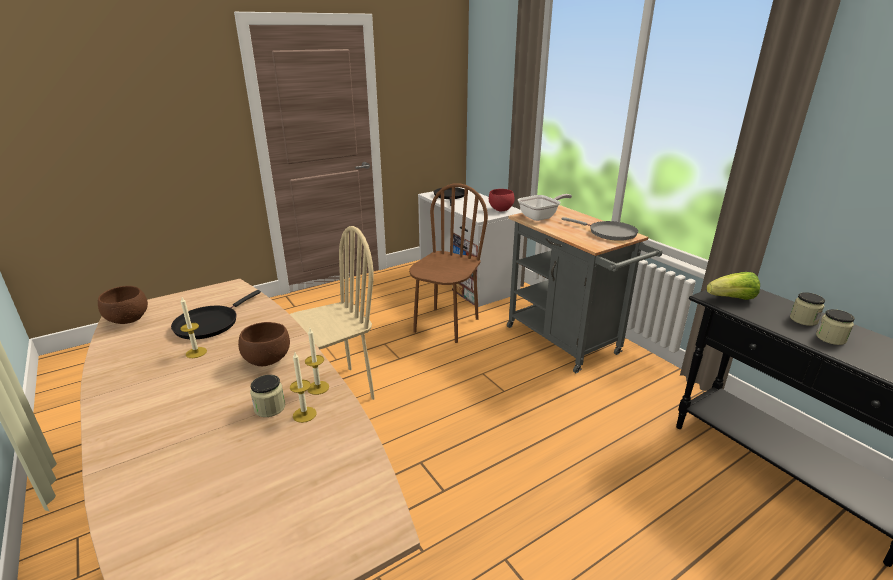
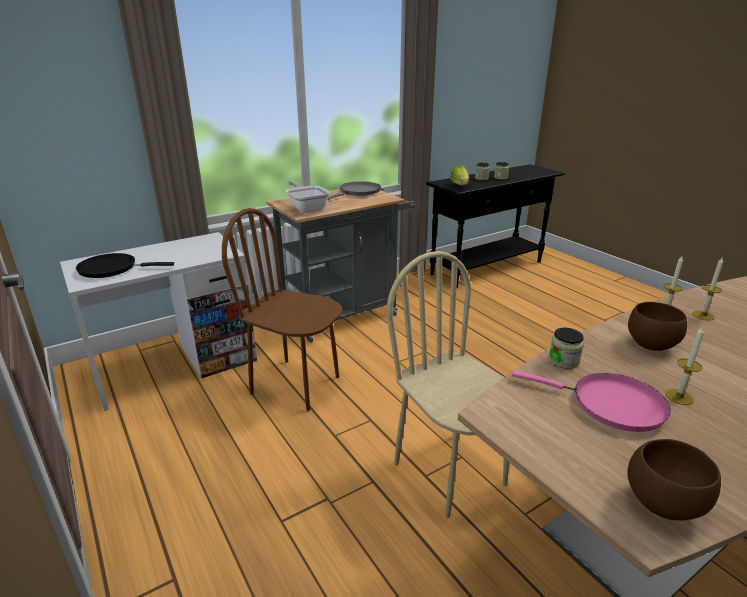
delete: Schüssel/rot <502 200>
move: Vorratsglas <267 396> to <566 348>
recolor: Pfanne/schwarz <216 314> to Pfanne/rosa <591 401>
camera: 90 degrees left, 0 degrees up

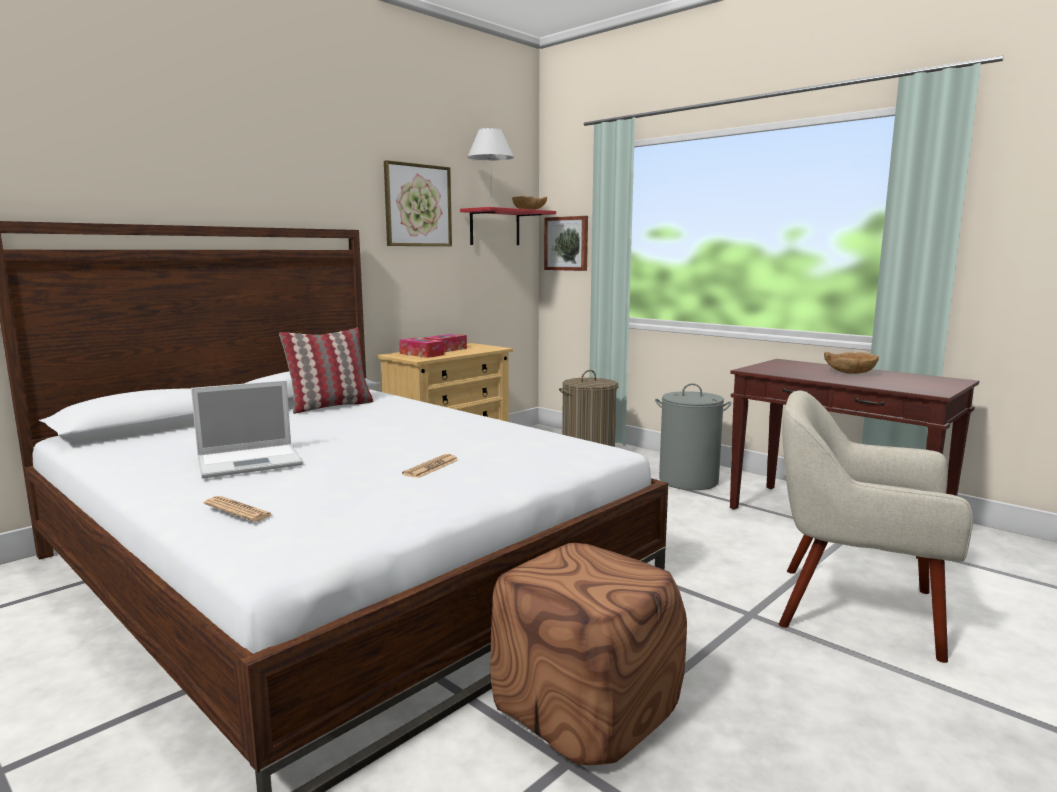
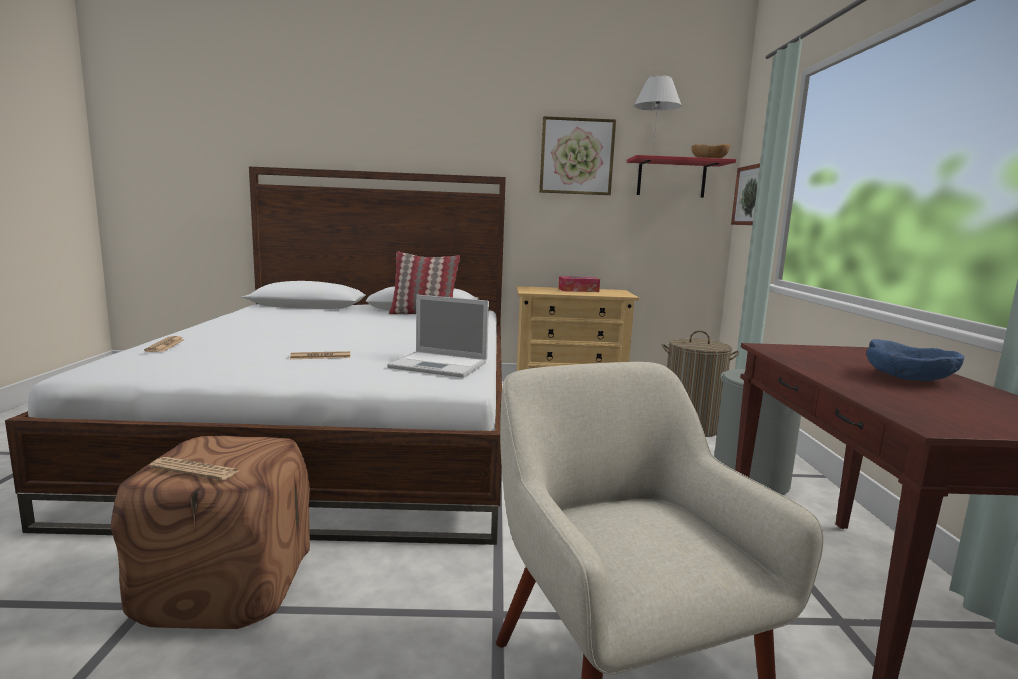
delete: Taschentuchbox <421 348>
insert: Zeitung <194 468>
move: Laptop <247 429> to <438 336>
recolor: Schüssel/braun <851 363> to Schüssel/blau <915 360>
camera: 45 degrees right, 0 degrees up

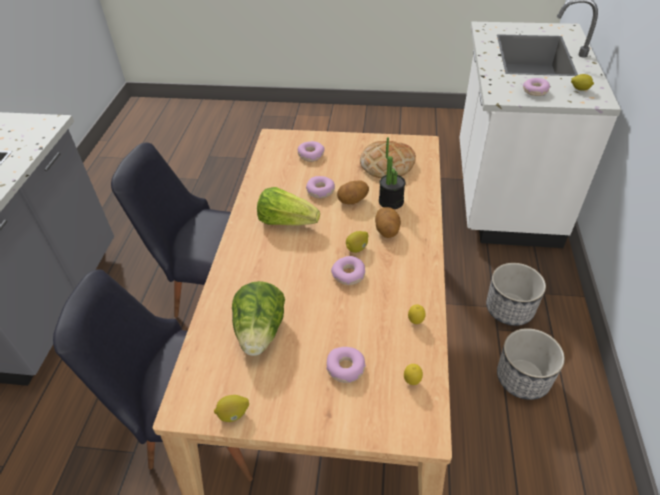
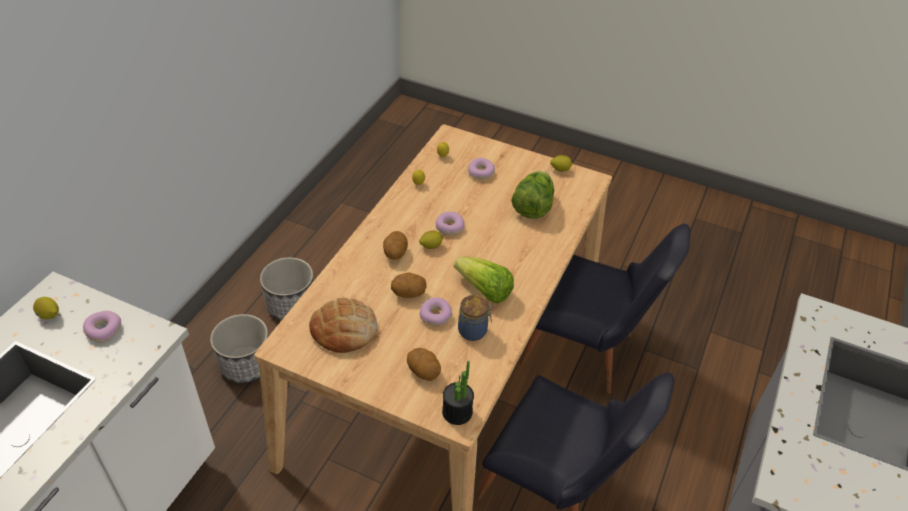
insert: Vorratsglas <475 318>
move: Topfpflanze <392 173> to <458 393>
replace: Donut <311 151> to Kartoffel <424 364>
camera: 165 degrees left, 0 degrees up

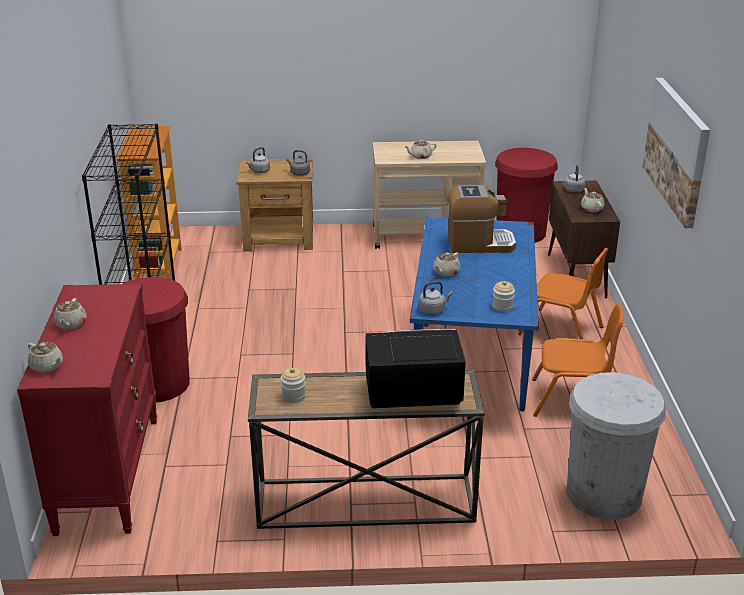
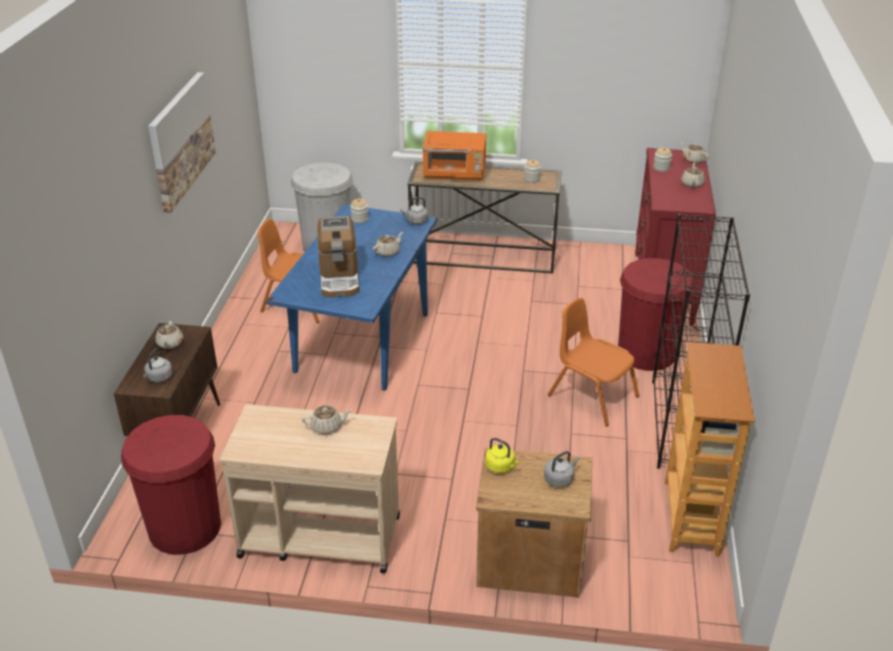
insert: Vorratsglas <662 159>
move: Stuhl/orange <563 293> to <593 362>
recolor: Wasserkessel/grau <298 163> to Wasserkessel/gelb <502 455>; Mikrowelle/schwarz <416 368> to Mikrowelle/orange <454 155>
rotate: Kaffeemaschine <481 219> = <338 257> 105 degrees counterclockwise
camera: 170 degrees left, 5 degrees up

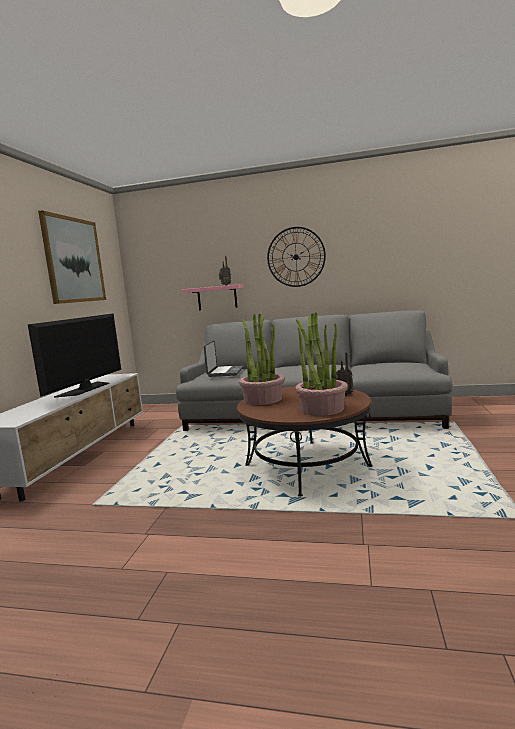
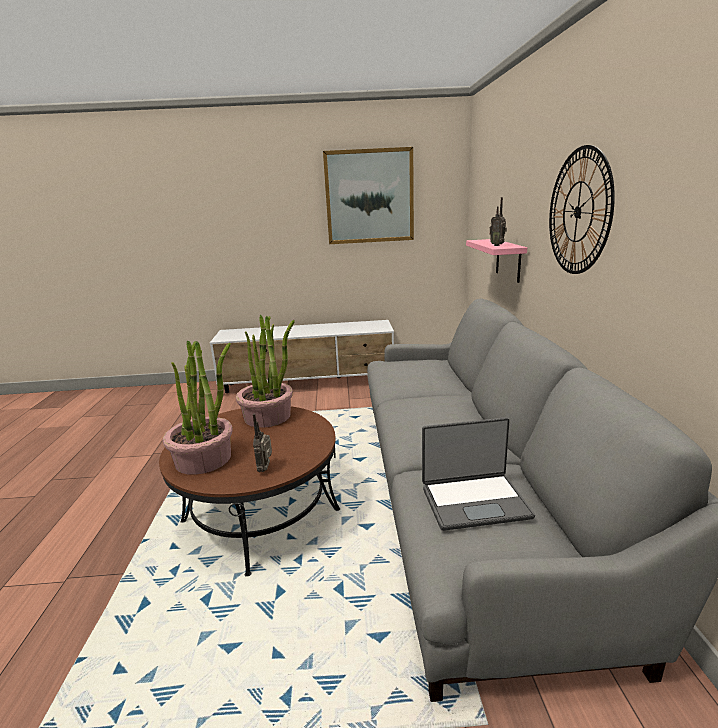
delete: Fernseher <74 356>
move: Laptop <224 358> to <478 474>
camera: 75 degrees right, 10 degrees up

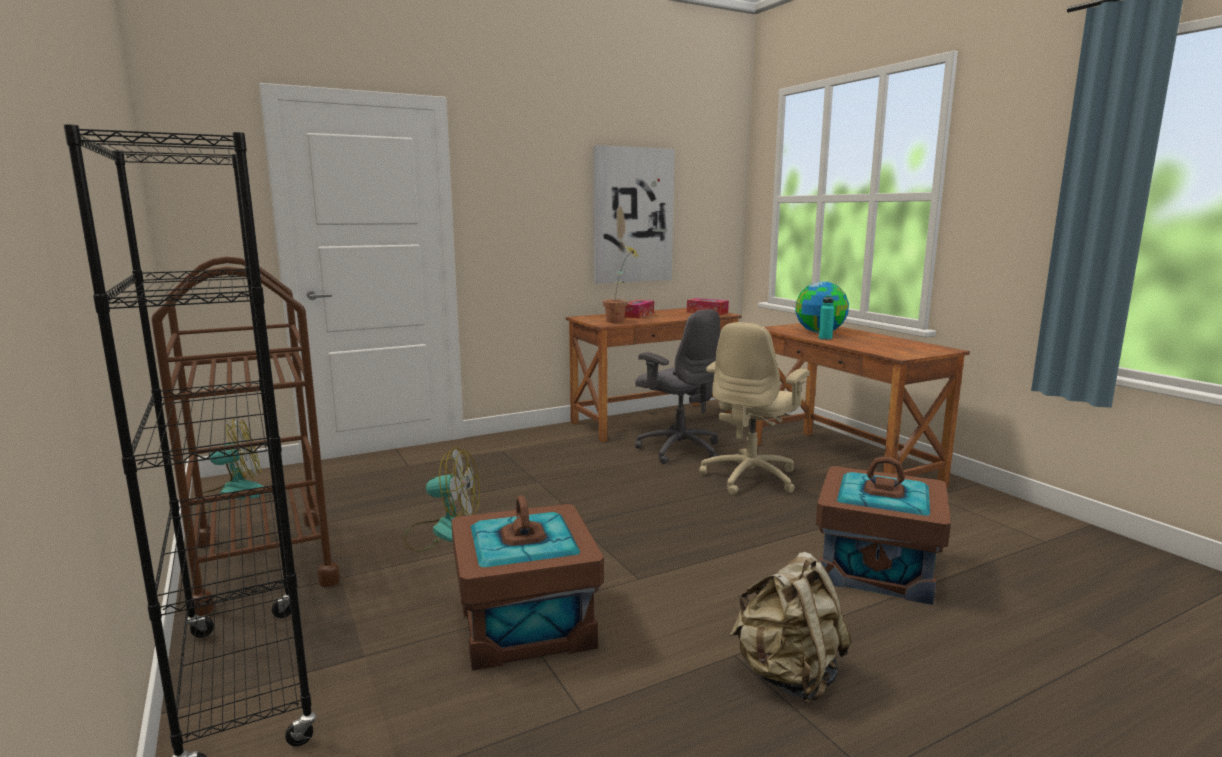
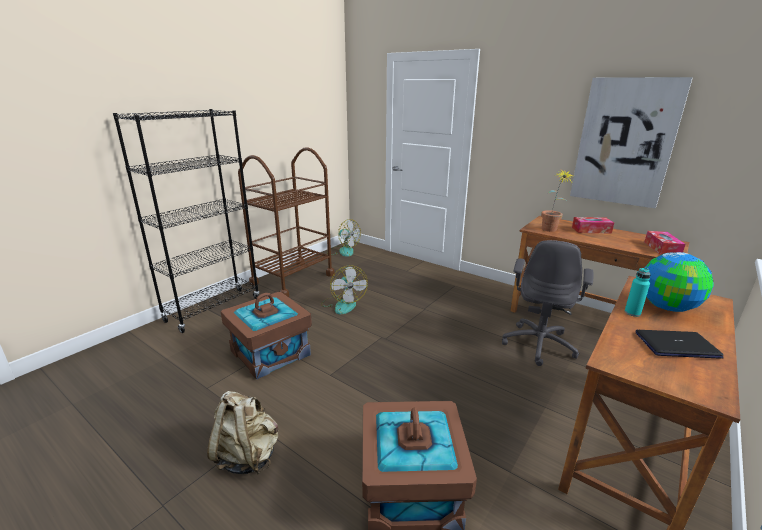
delete: Bürostuhl/beige <755 408>
insert: Laptop <680 344>
camera: 65 degrees right, 10 degrees up

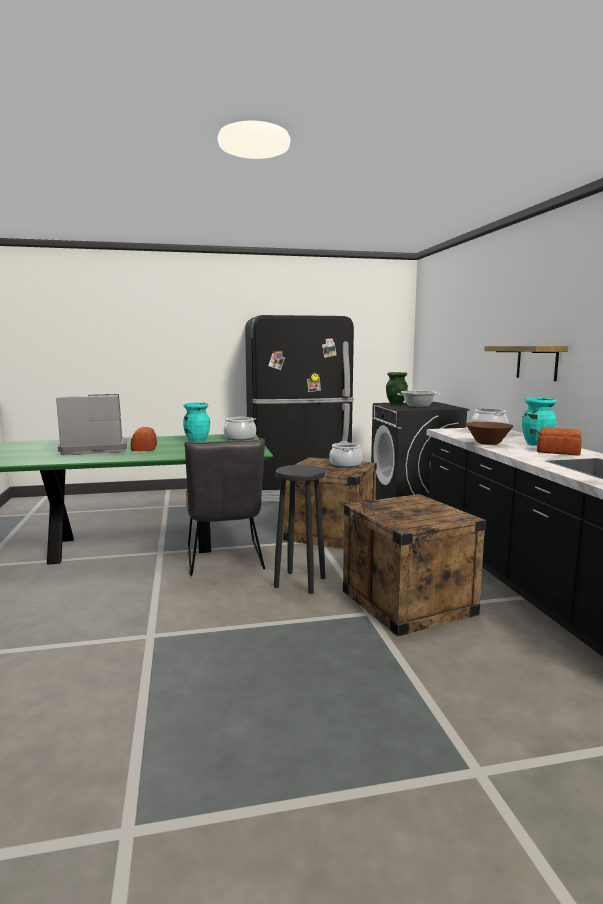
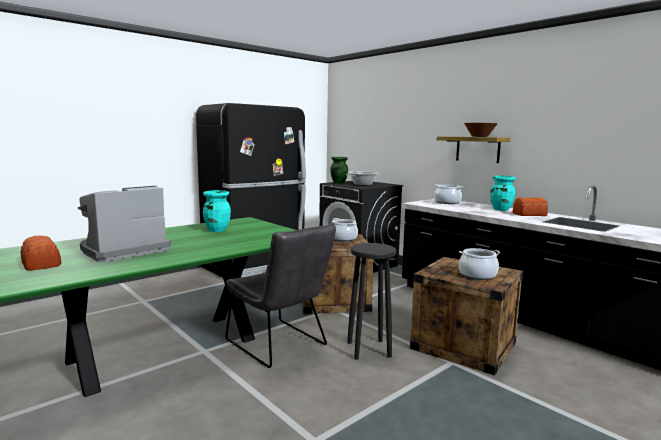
move: Kochtopf <239 429> to <479 264>; Schüssel/braun <489 433> to <481 130>; Brot <144 439> to <41 253>
camera: 30 degrees left, 0 degrees up

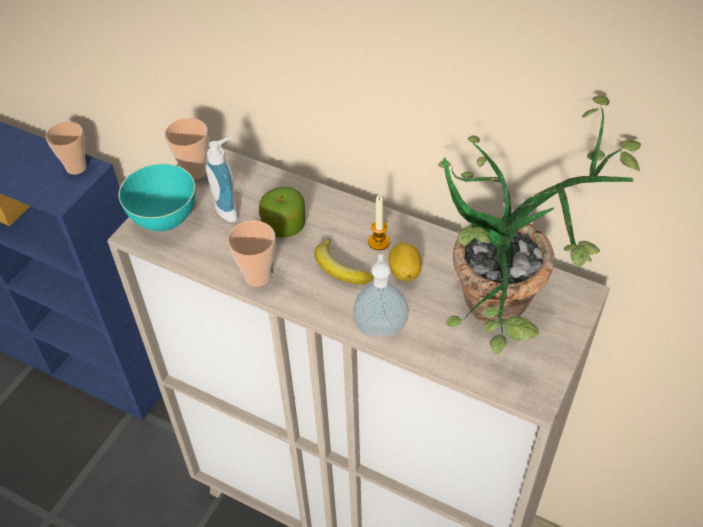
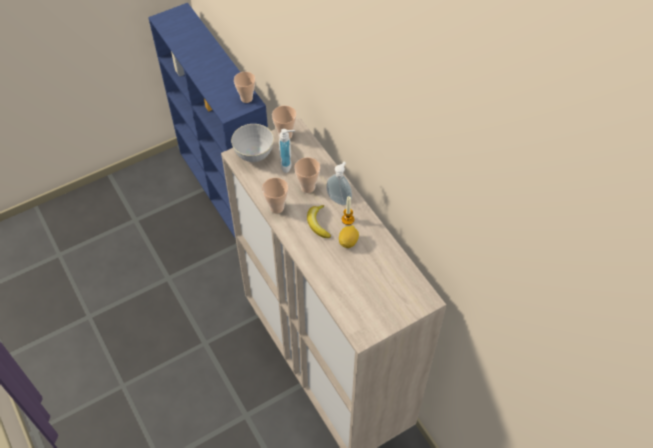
delete: Topfpflanze <539 224>
move: Seifenspender <381 295> to <339 183>
replace: Apfel <282 212> to Tasse <307 175>
recolor: Schüssel/türkis <156 197> to Schüssel/grau <252 143>
camera: 30 degrees right, 5 degrees up

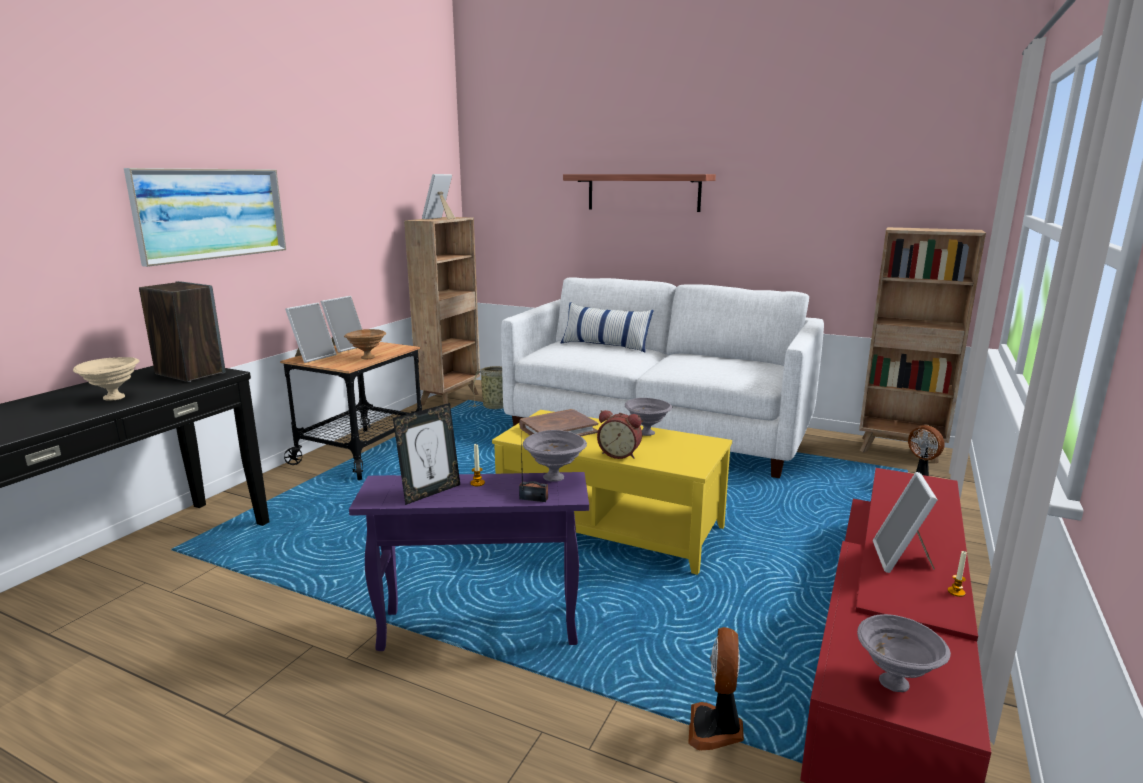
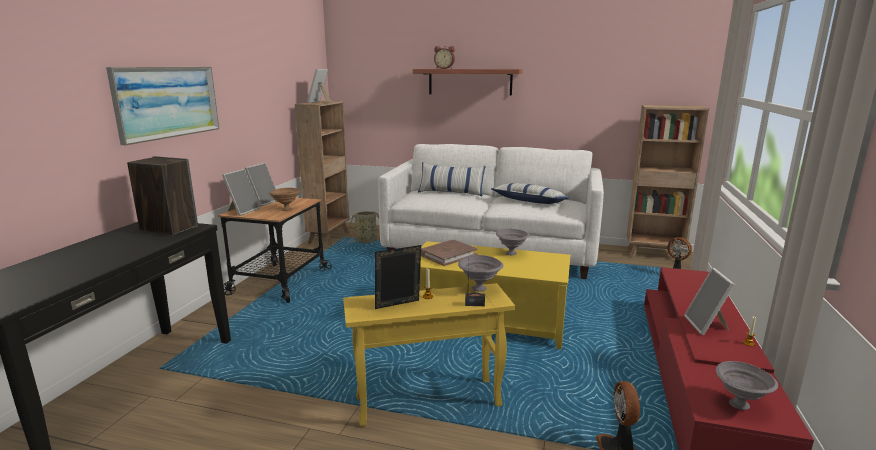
delete: Schüssel/beige <106 379>
insert: Kissen <530 193>
move: Wecker <619 434> to <444 57>
recolor: Beistelltisch/lila <469 561> to Beistelltisch/gelb <429 355>
rotate: Bilderrahmen <426 454> = <398 277> 150 degrees counterclockwise
camera: 10 degrees left, 0 degrees up

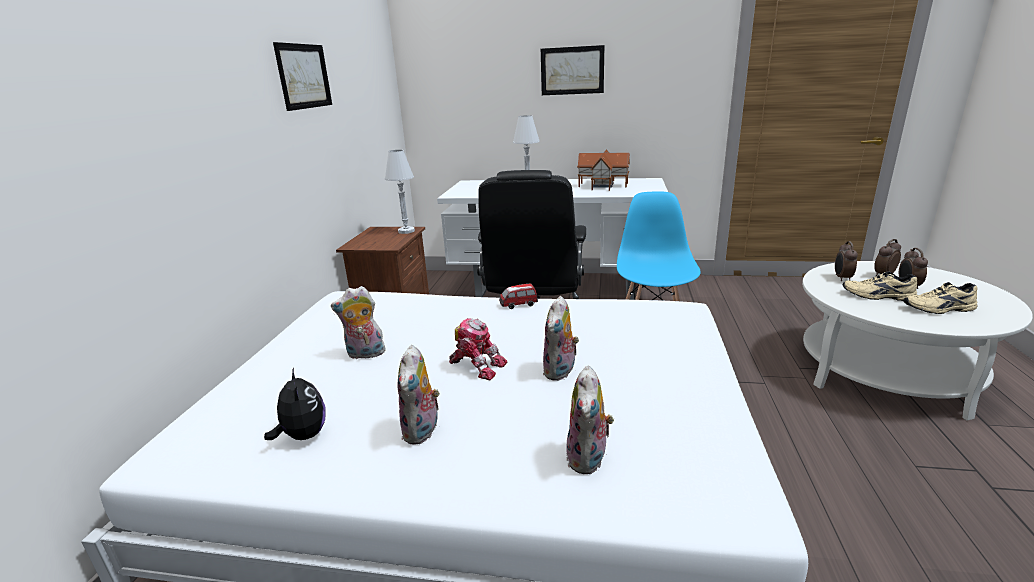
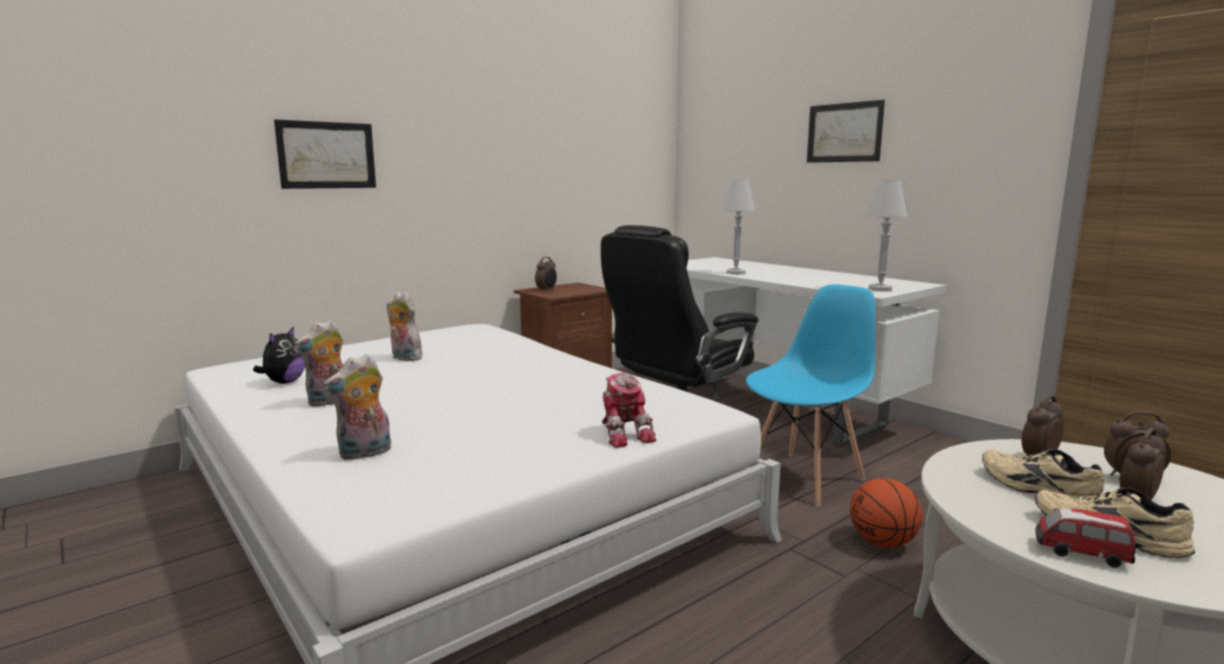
delete: Spielzeughaus <603 170>; Plüschtier <561 338>
insert: Wecker <546 274>; Basketball <886 513>
move: Bild <302 76> to <325 154>; Tischlampe/weiß <400 192> to <887 236>; Spielzeugauto <518 296> to <1085 538>; Spielzeugroboter <478 349> to <629 410>
camera: 40 degrees right, 10 degrees down

